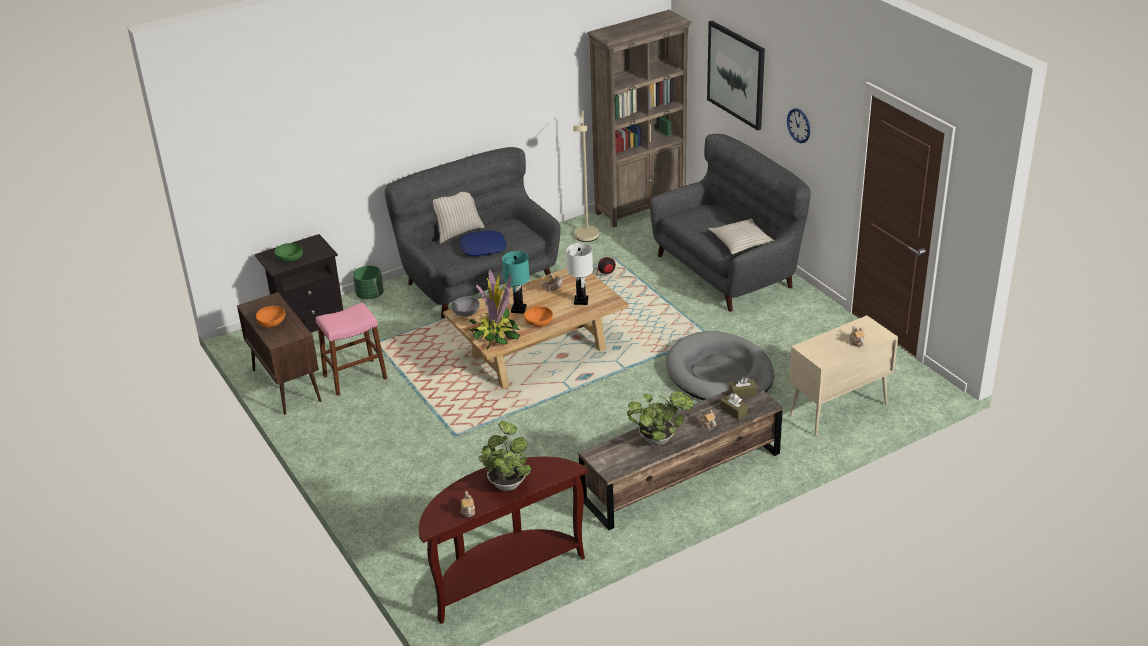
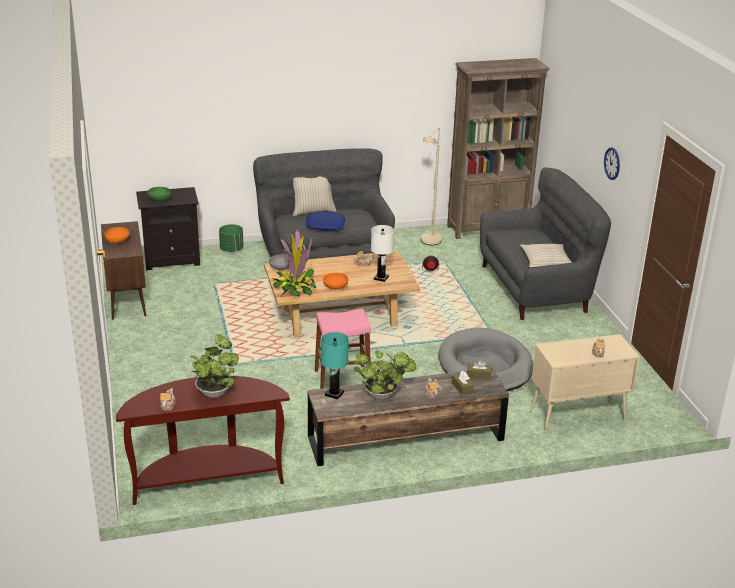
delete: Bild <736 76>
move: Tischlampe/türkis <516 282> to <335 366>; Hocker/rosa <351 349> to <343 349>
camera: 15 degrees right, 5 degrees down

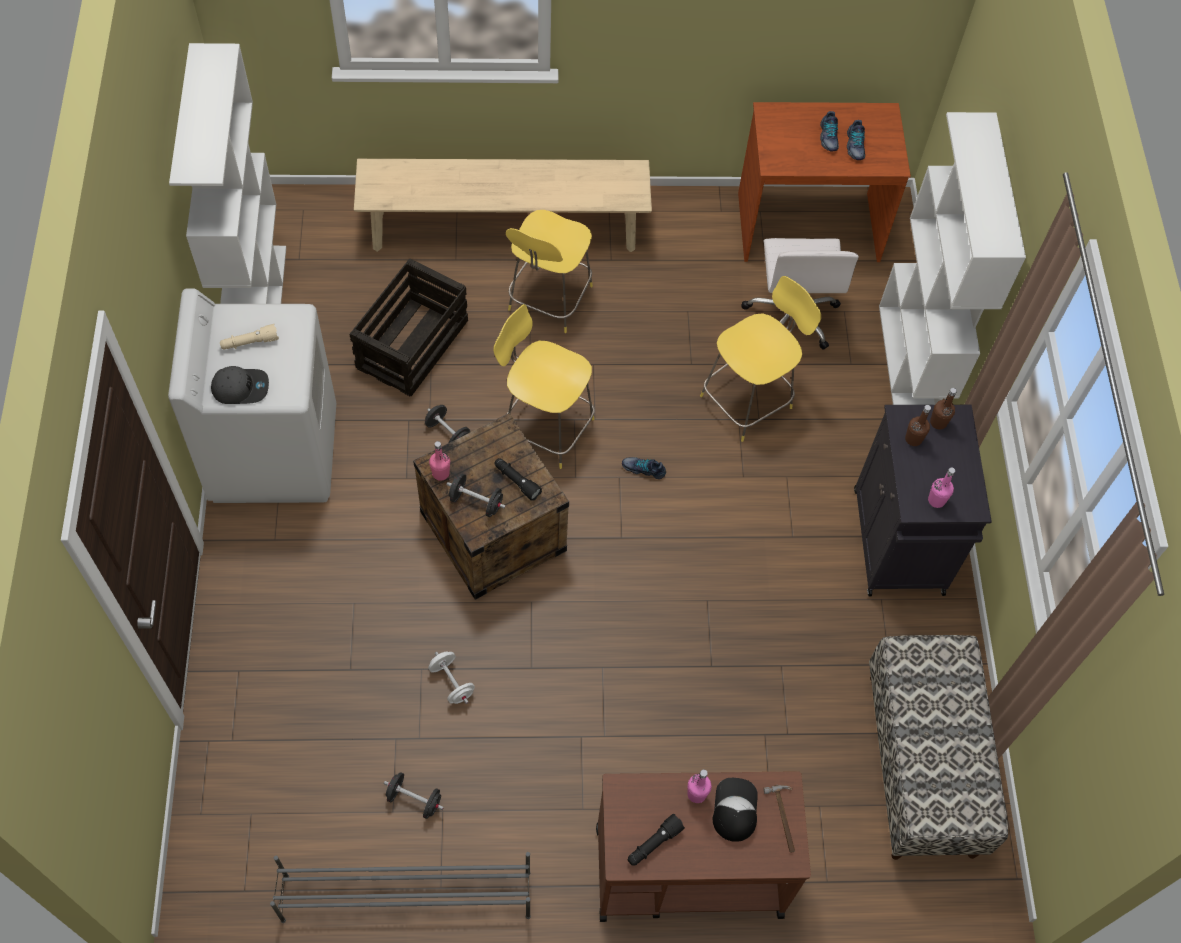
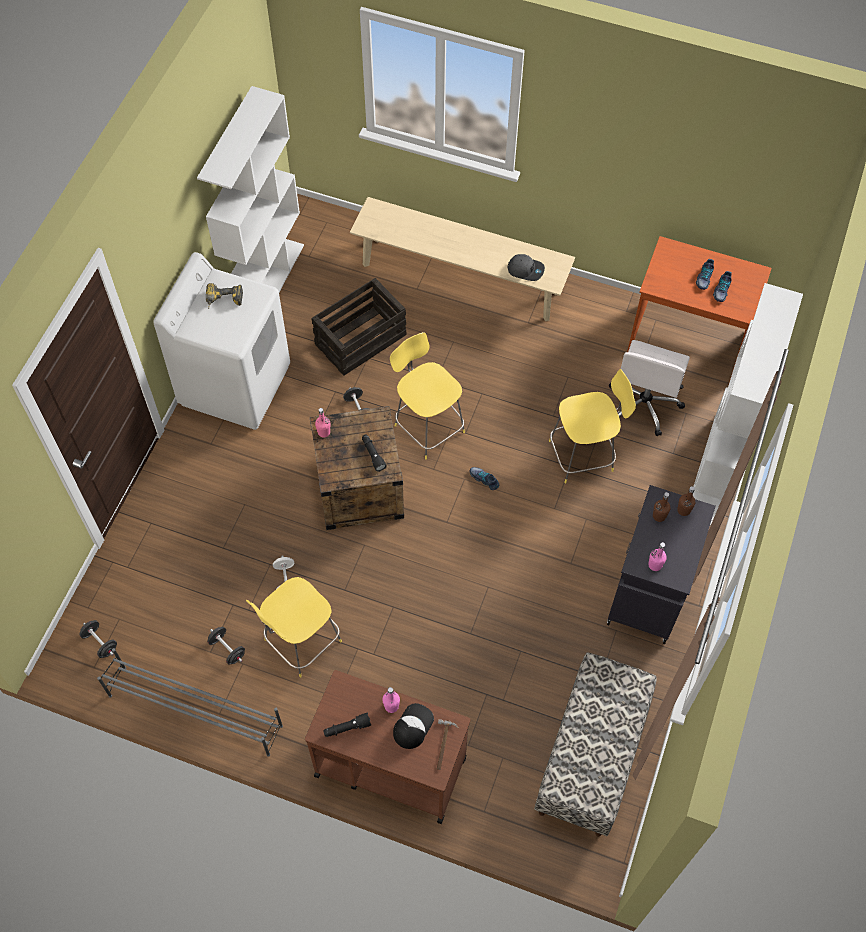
move: Hocker/gelb <549 271> to <294 627>; Kappe/grau <240 385> to <526 267>; Hantel/schwarz <476 495> to <98 639>
replace: Taschenlampe/beige <249 337> to Bohrmaschine <224 296>
camera: 25 degrees right, 0 degrees up

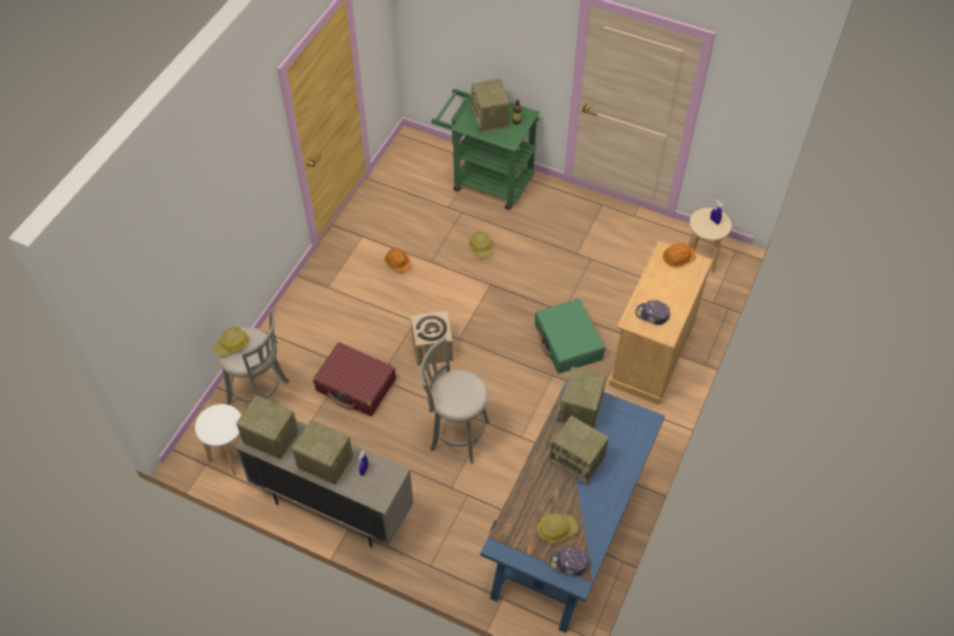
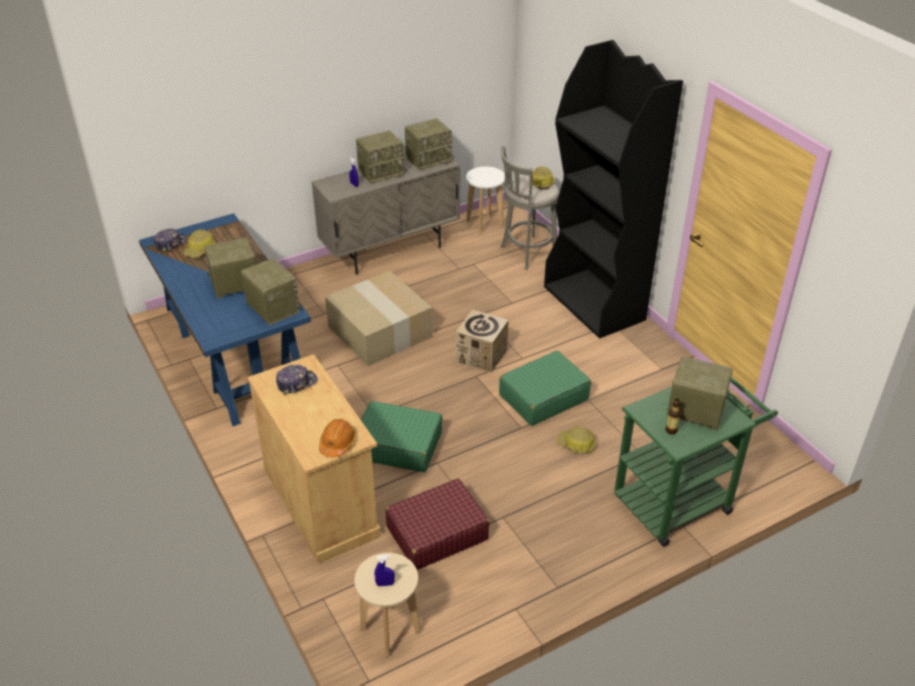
delete: Schutzhelm/orange <398 260>
insert: Bücherregal/schwarz <613 189>; Koffer/grün <545 388>
move: Koffer/rot <354 379> to <438 524>
replace: Hocker/grau <455 400> to Karton <379 318>
camera: 125 degrees right, 15 degrees down

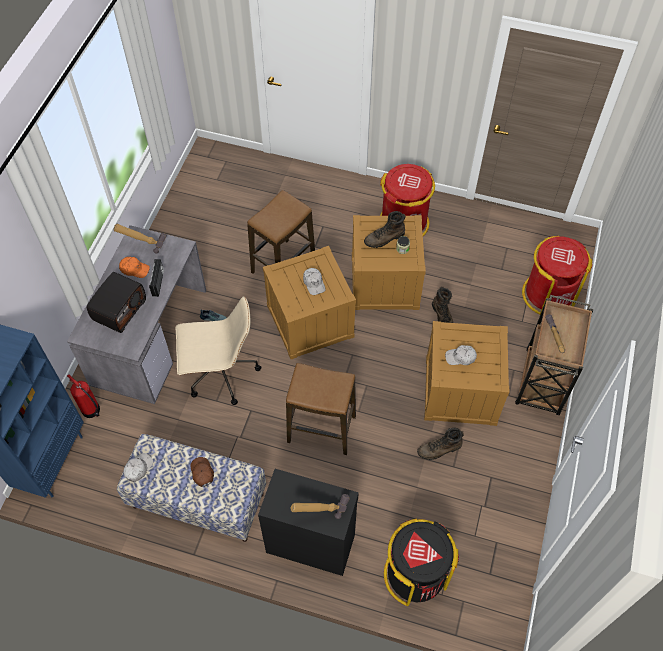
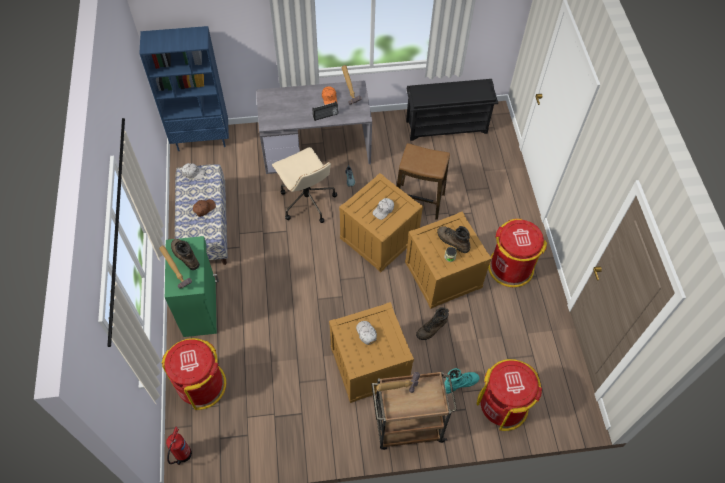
delete: Radio <116 302>; Hocker <321 409>
insert: Schuhregal/schwarz <452 110>; Stiefel/türkis <462 381>
move: Feuerlöscher <83 396> to <179 446>; Stiefel/braun <440 444> to <185 254>
recolor: Schrank/schwarz <308 522> to Schrank/grün <192 286>; Mülleimer/schwarz <421 562> to Mülleimer/rot <193 374>
camera: 65 degrees right, 0 degrees up

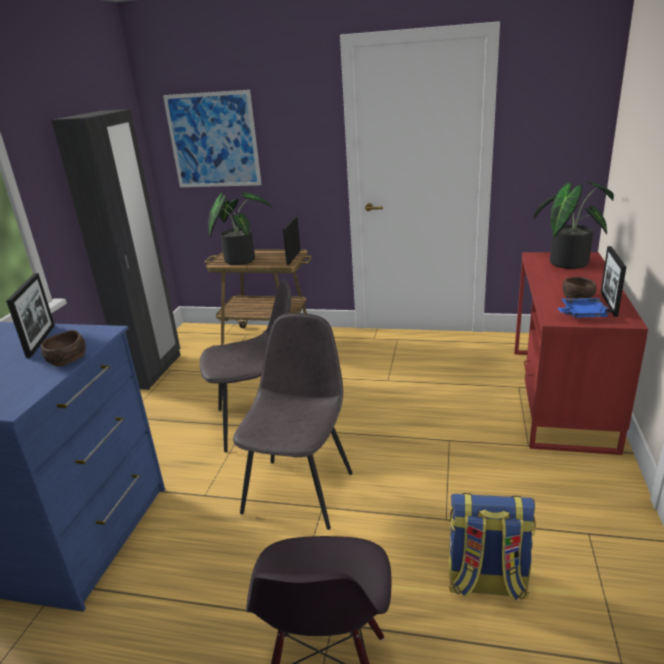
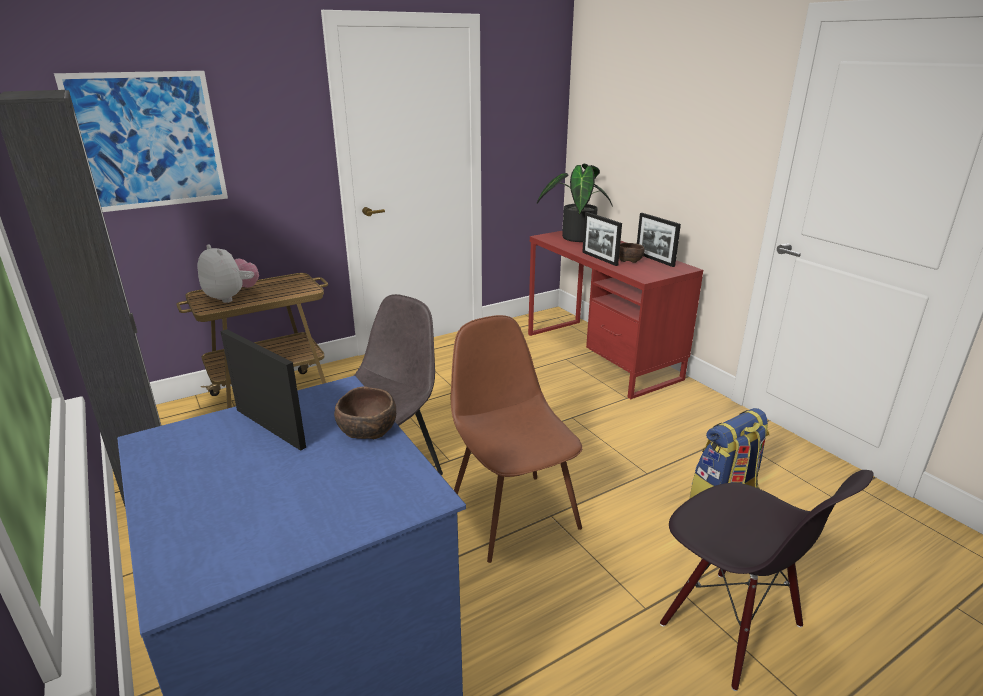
delete: Tablett/blau <584 308>
move: Bilderrahmen <292 241> to <602 239>
replace: Topfpflanze <240 228> to Plüschtier <228 273>
recolor: Stuhl/grau <293 421> to Stuhl/braun <517 439>
camera: 45 degrees left, 0 degrees up

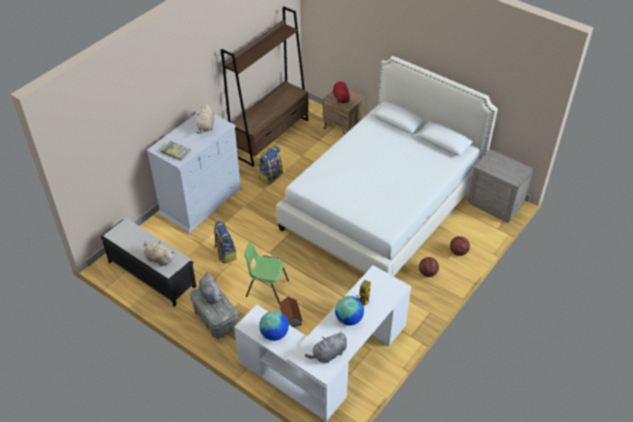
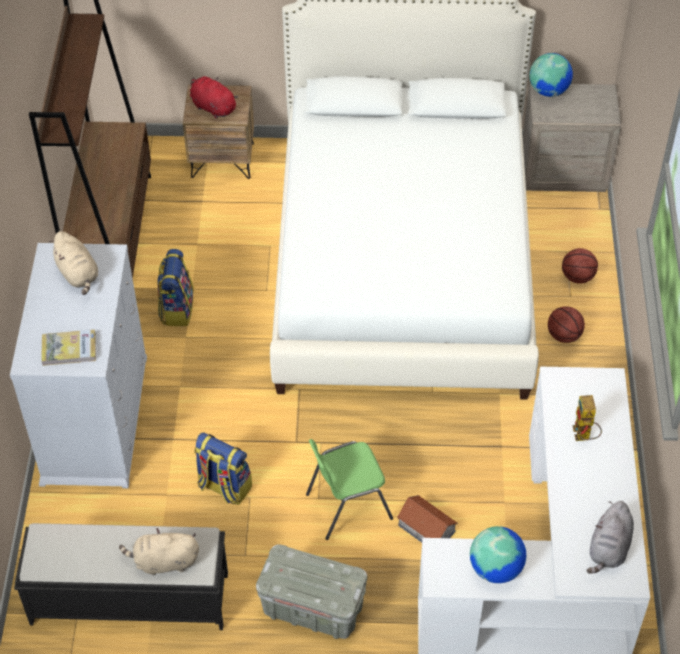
delete: Plüschtier/grau <210 288>
move: Globus <349 311> to <551 75>
camera: 35 degrees left, 5 degrees up

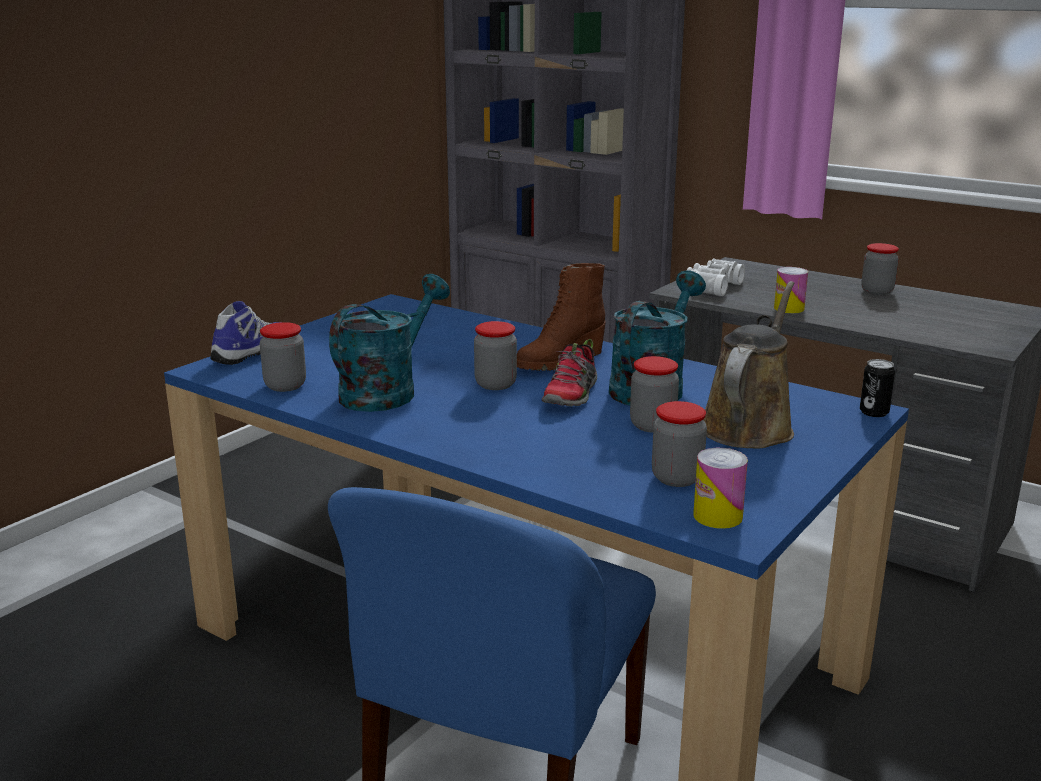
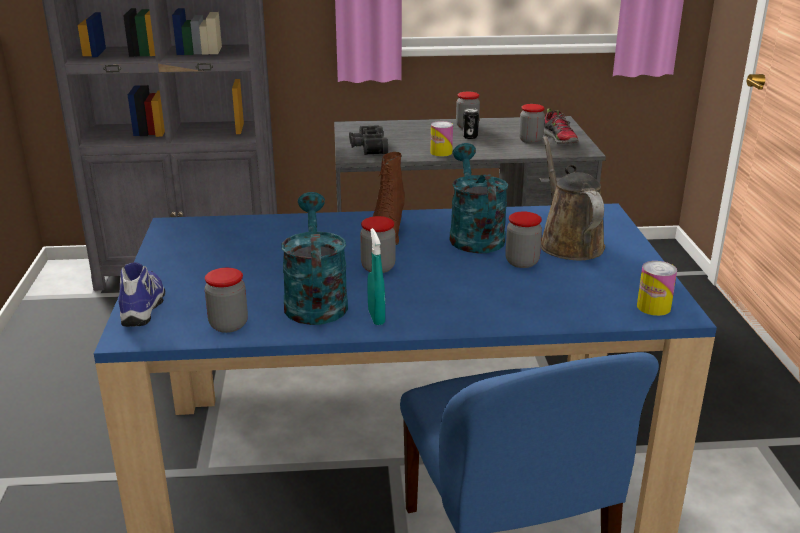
insert: Sprühflasche/türkis <376 276>
move: Schuh <569 372> to <561 126>; Dose <877 388> to <471 123>; Vorratsglas <679 444> to <532 123>
recolor: Fernglas/weiß <716 277> to Fernglas/schwarz <368 140>
camera: 40 degrees left, 5 degrees up

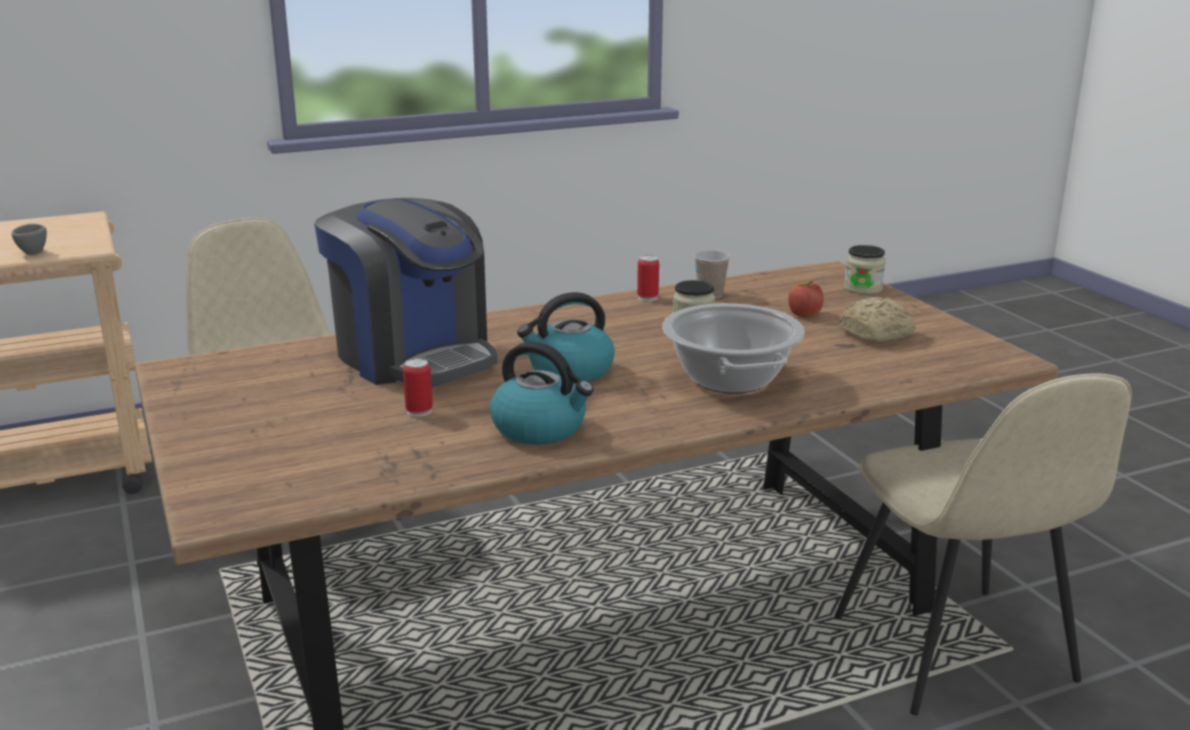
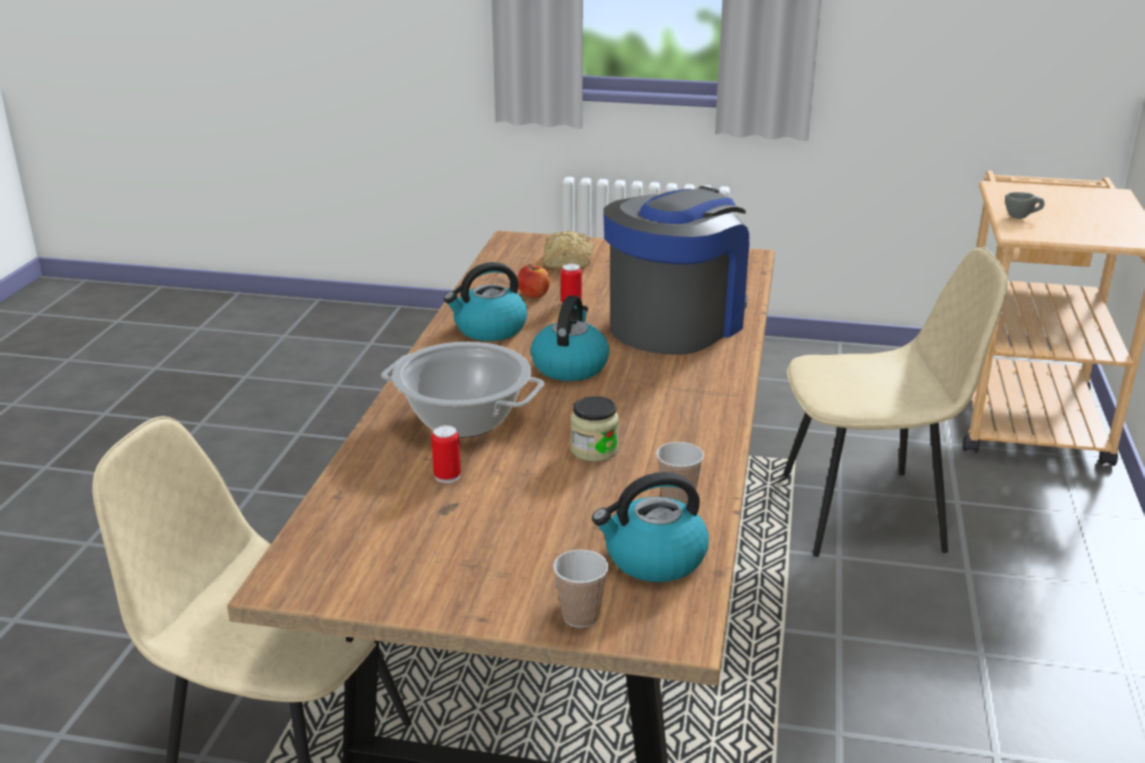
insert: Wasserkessel <650 527>
move: Dose <648 278> to <446 454>; Apfel <806 299> to <533 281>; Brot <877 319> to <568 250>
replace: Vorratsglas <865 270> to Tasse <581 589>
rotate: Kaffeemaschine <406 292> = <676 270> 135 degrees clockwise
camera: 125 degrees right, 5 degrees up

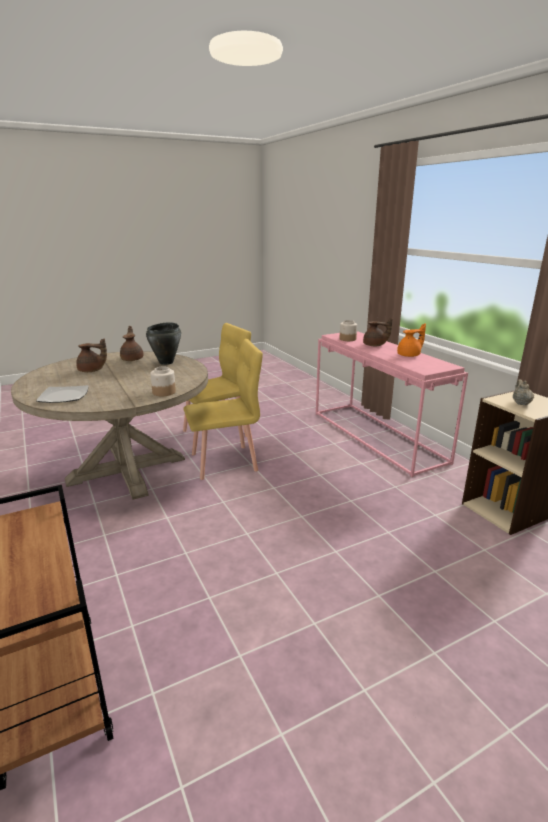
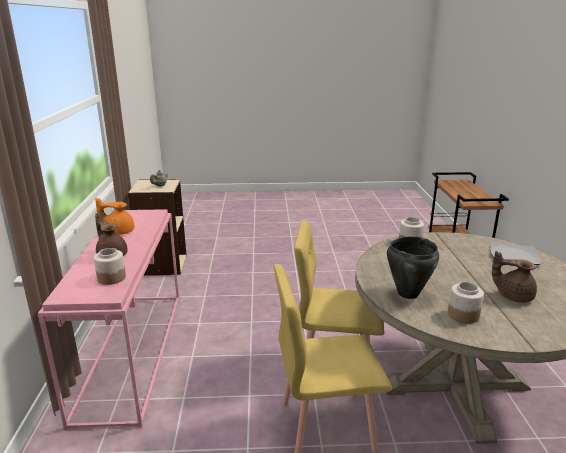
replace: Teekanne/braun <132 343> to Vorratsglas <466 303>
camera: 155 degrees left, 0 degrees up

